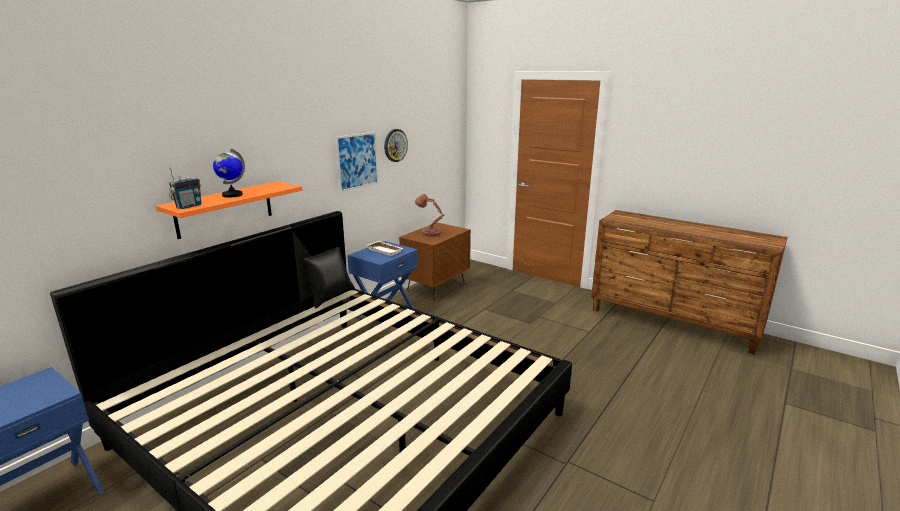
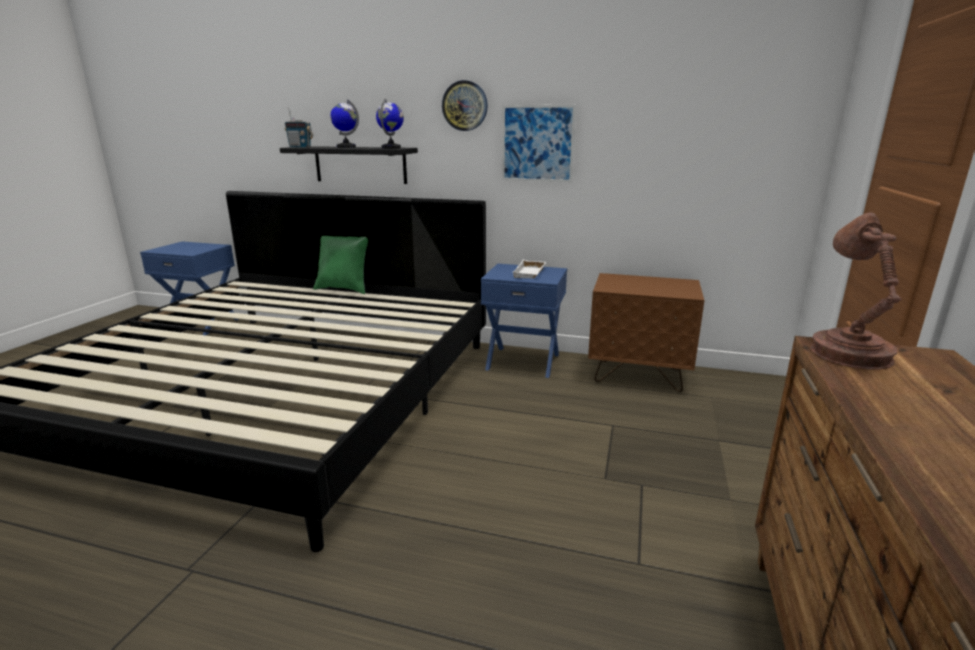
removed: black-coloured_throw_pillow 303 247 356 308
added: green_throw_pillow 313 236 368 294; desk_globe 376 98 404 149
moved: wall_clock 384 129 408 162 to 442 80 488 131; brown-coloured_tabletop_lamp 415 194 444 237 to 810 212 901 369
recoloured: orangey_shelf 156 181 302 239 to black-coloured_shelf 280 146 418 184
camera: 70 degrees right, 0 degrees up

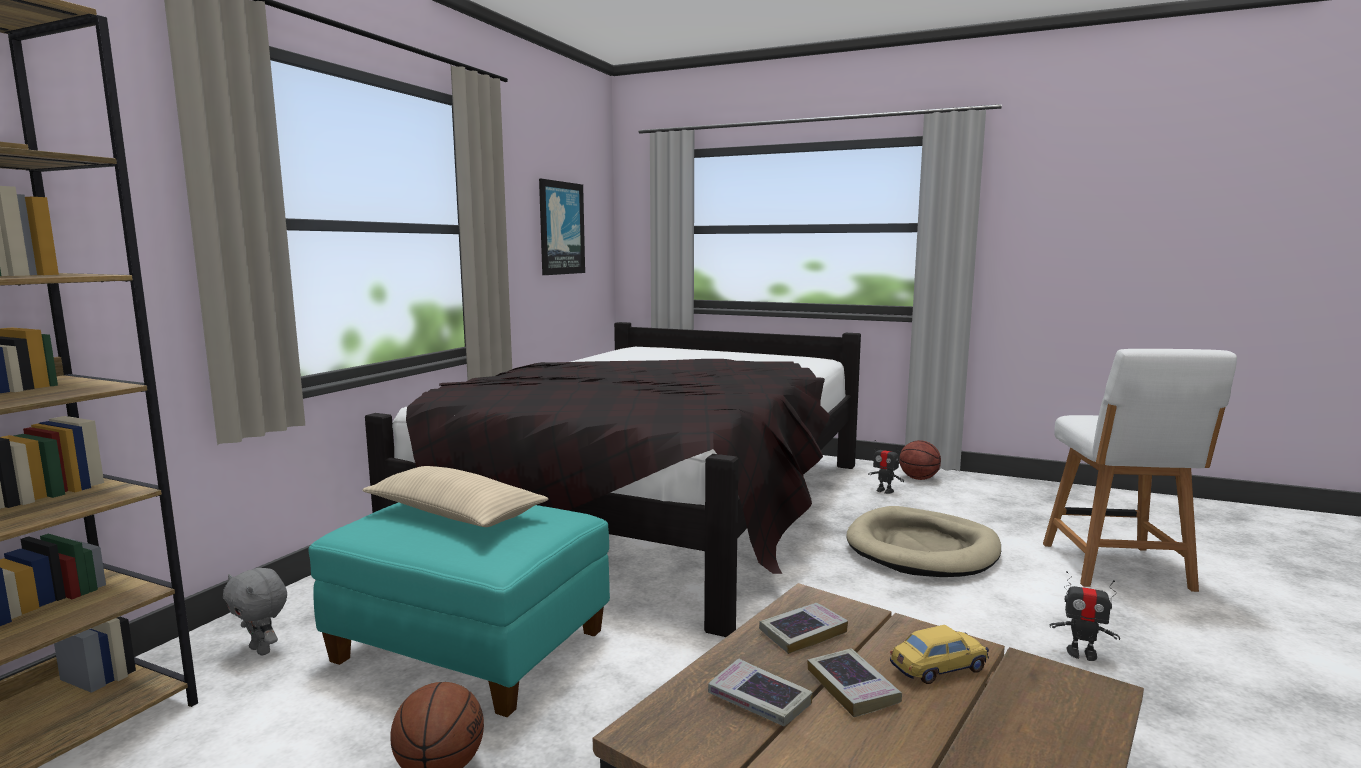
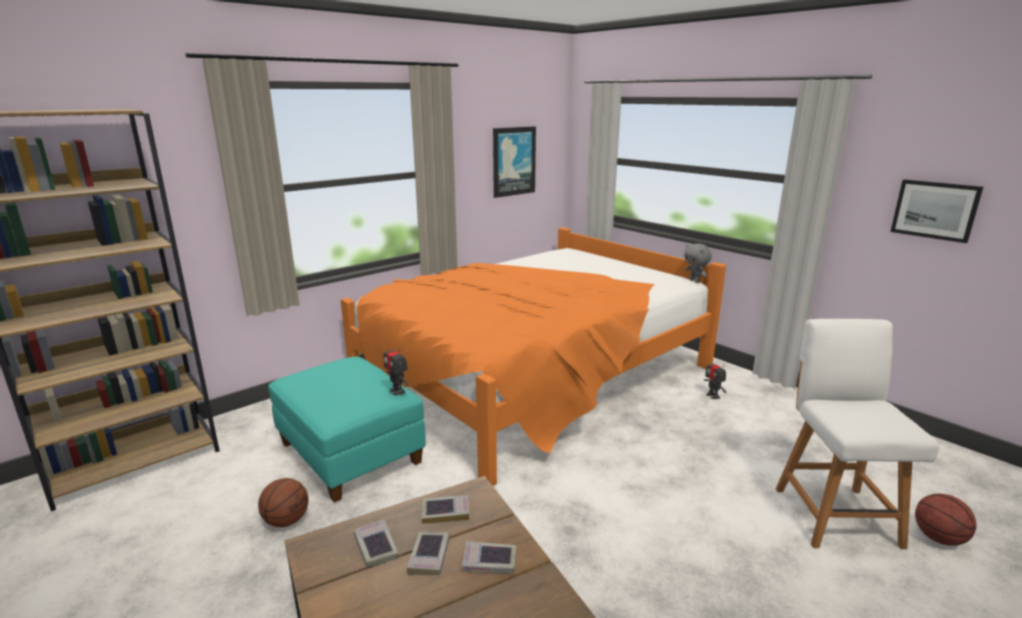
removed: beige_throw_pillow 362 466 549 527; beige_pet_bed 846 506 1001 577
added: wall_art 890 179 983 243
moved: greyish_plush_toy 223 568 287 655 to 684 243 712 283; basketball 899 440 941 480 to 915 494 977 546; model_robot 1050 571 1120 661 to 383 340 408 395
replaced: model_car 890 625 989 684 to volume 462 541 516 573
recoloured: black-coloured_bed 365 322 861 637 to orangey_bed 341 227 726 486
turned: white_chair 1043 349 1237 592 = 776 319 939 549 150 degrees clockwise
camera: 25 degrees right, 10 degrees up

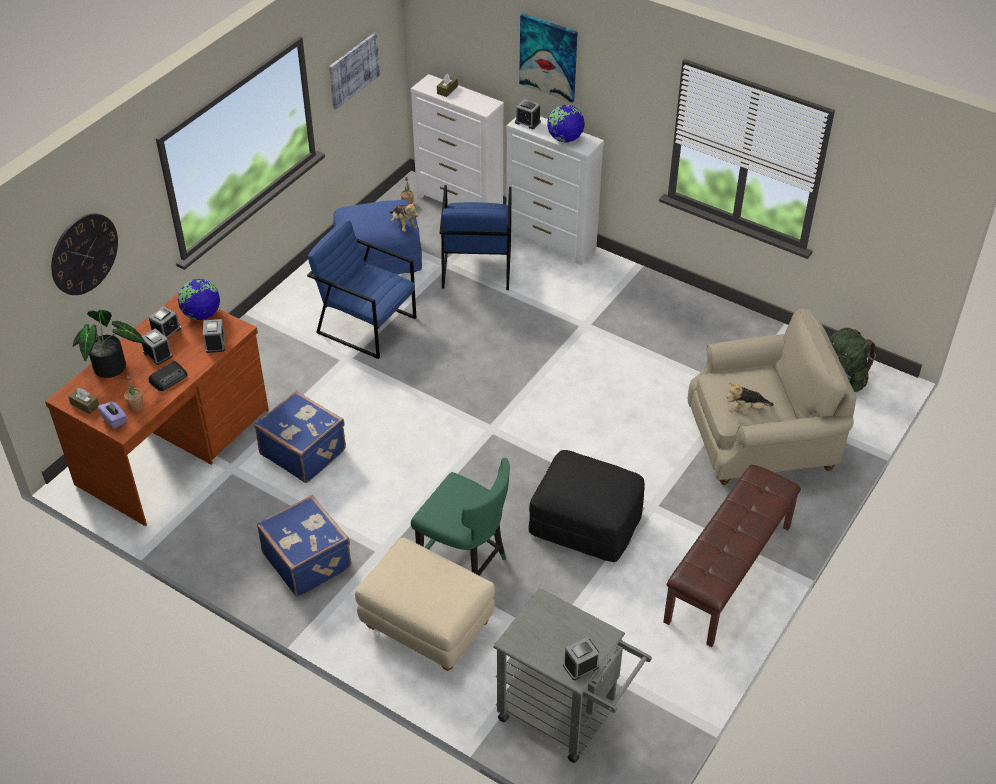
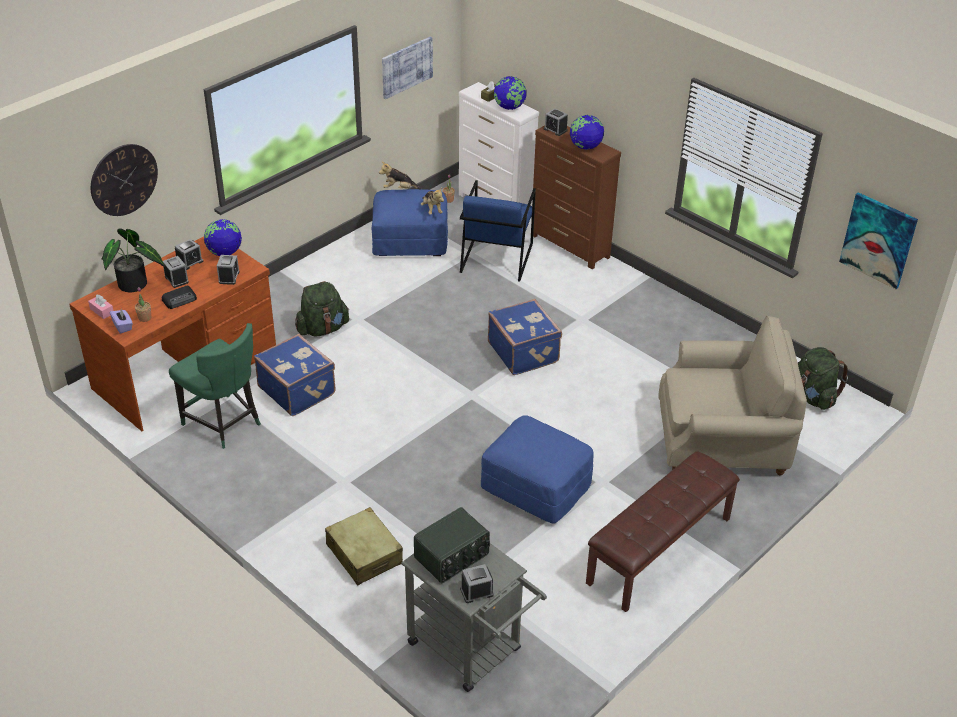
removed: blue_easy_chair 307 221 416 359
added: green_rucksack 295 281 349 337; radio_receiver 414 507 490 583; desk_globe 494 76 527 110
moved: blue_travel_case 257 495 351 597 to 488 299 562 375; green_chair 411 458 510 576 to 169 323 261 449; wall_art 519 13 578 103 to 839 192 918 289; plush_toy 726 382 774 412 to 379 161 422 189
replaced: beige_pouffe 355 537 495 671 to beige_travel_case 325 507 403 585
recoloured: brown-coloured_box_of_tissues 68 388 99 414 to pink-coloured_box_of_tissues 88 295 114 319; white_dresser 506 116 604 265 to brown-coloured_dresser 533 125 621 269; black-coloured_pouffe 528 450 645 562 to blue_pouffe 481 415 594 524
camera: 10 degrees right, 5 degrees down

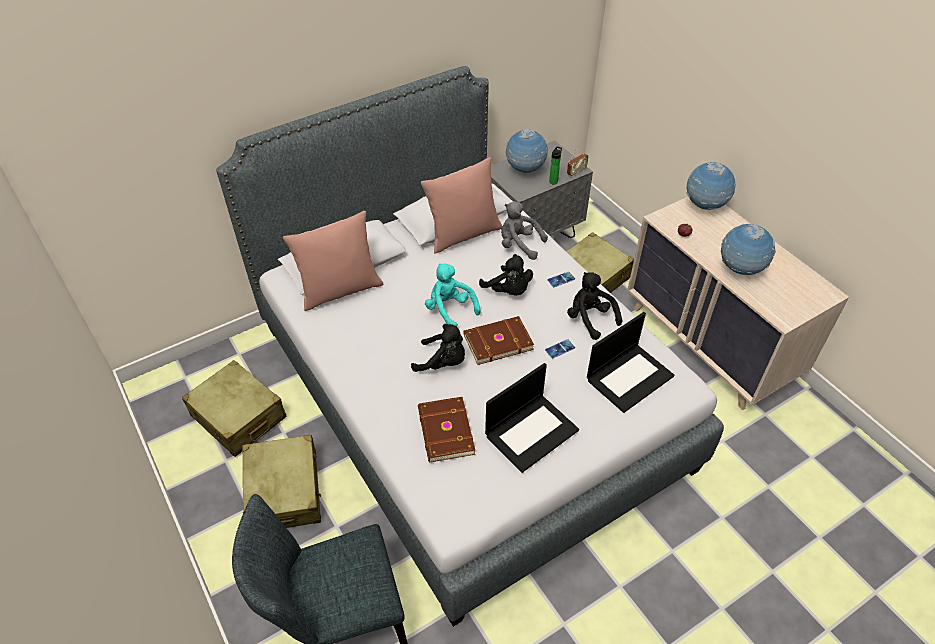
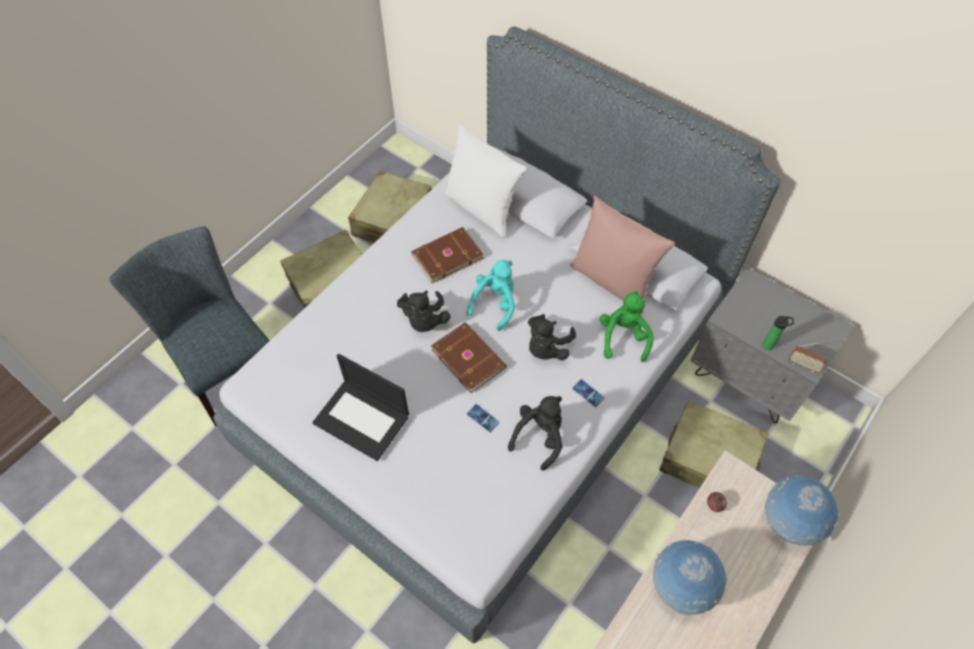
removed: desk_globe 506 129 549 173; laptop 587 312 674 413
moved: brown-coloured_volume 418 397 475 462 to 411 227 484 284
recoloured: pink-coloured_throw_pillow 283 211 384 311 to white_throw_pillow 445 123 527 239; greyish_plush_toy 501 201 548 260 to green_plush_toy 600 291 654 362
camera: 70 degrees right, 10 degrees up

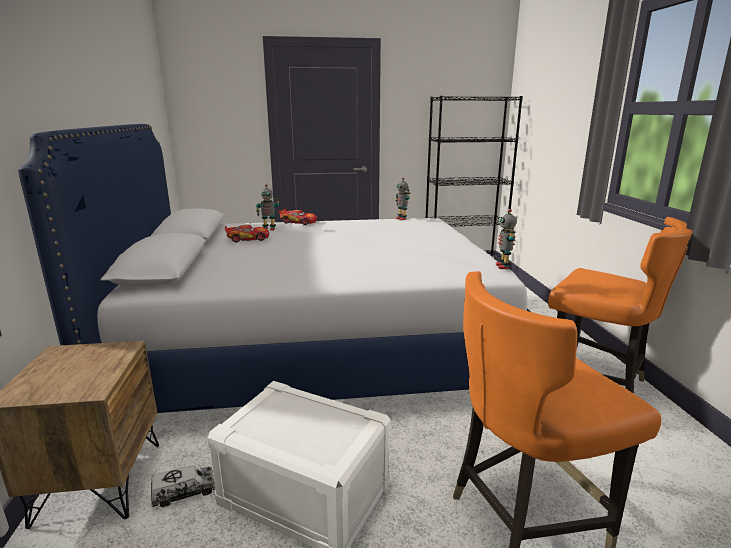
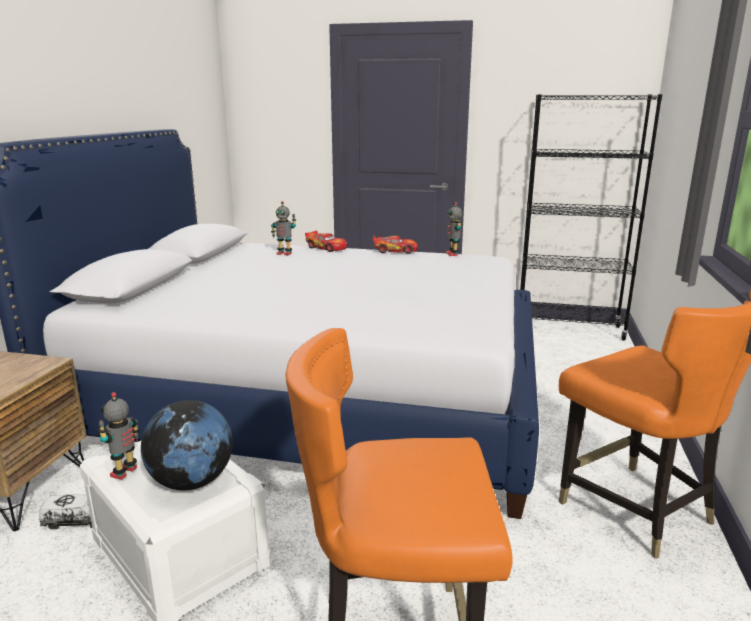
added: desk_globe 141 400 233 490
moved: model_car 225 225 269 242 to 372 235 418 254; model_robot 496 209 517 269 to 98 392 140 480
camera: 20 degrees right, 0 degrees up

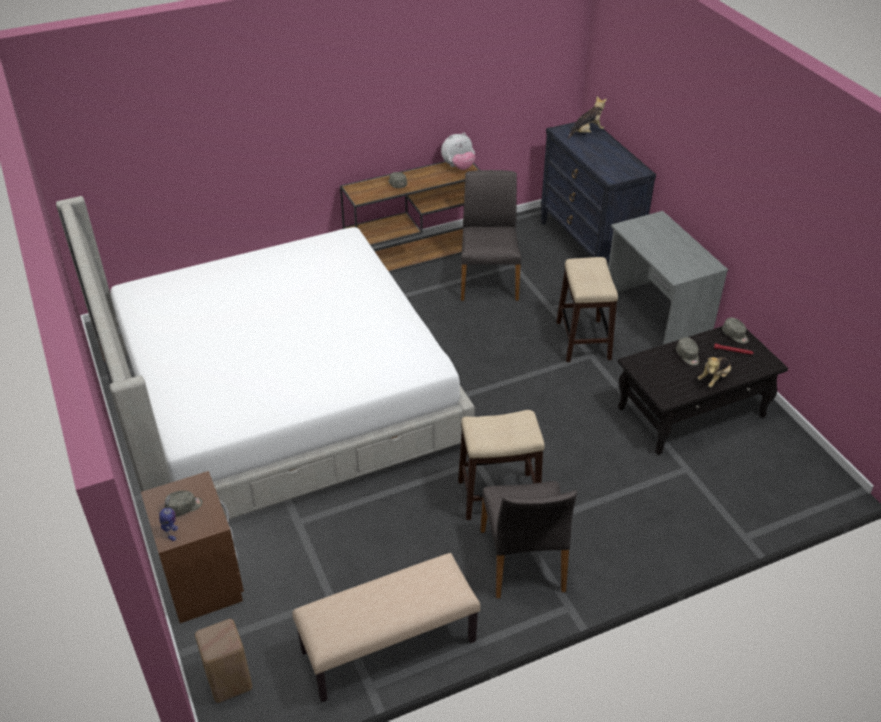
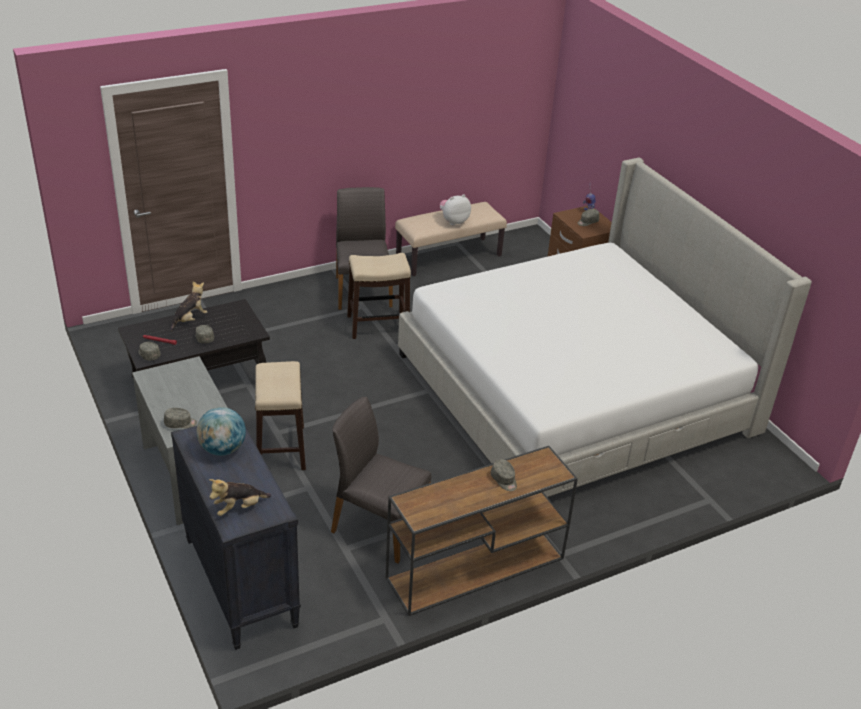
removed: beige_stool 195 619 252 703
added: greyish_peaked_cap 164 408 197 429; desk_globe 197 407 246 456
moved: plush_toy 441 133 475 170 to 440 194 471 226
turned: greyish_chair 461 170 521 301 = 331 397 431 563 120 degrees clockwise
camera: 175 degrees right, 5 degrees down

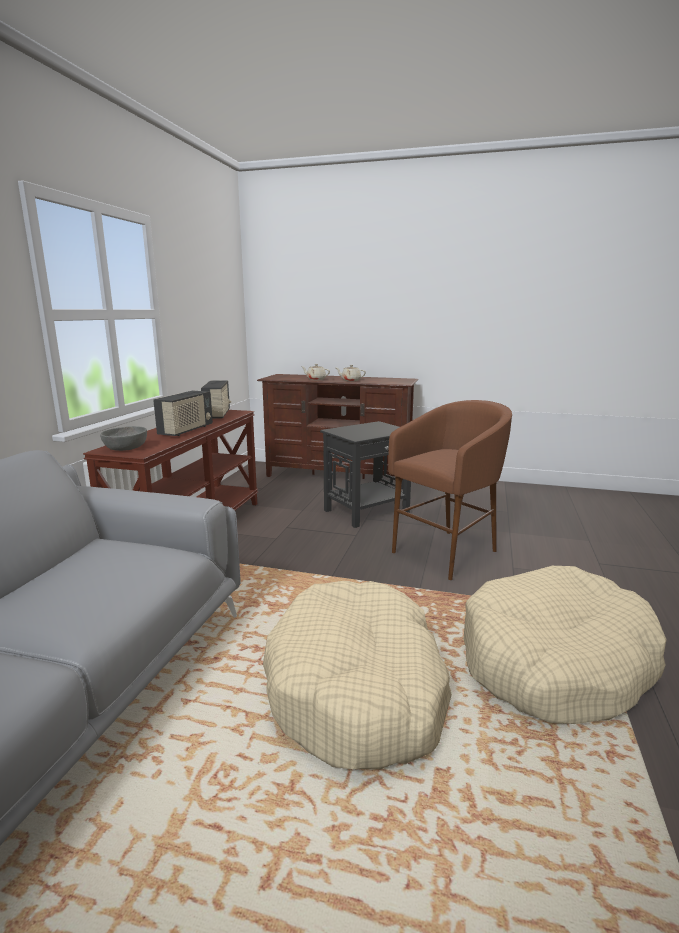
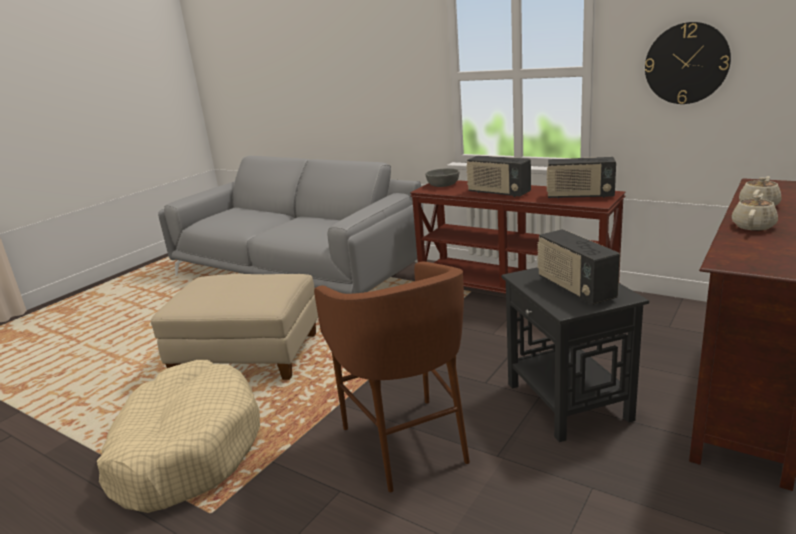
added: radio_receiver 537 229 620 305; wall_clock 645 22 731 104
replaced: beige_pet_bed 263 581 452 769 to beige_pouffe 151 274 318 380
camera: 110 degrees right, 5 degrees up

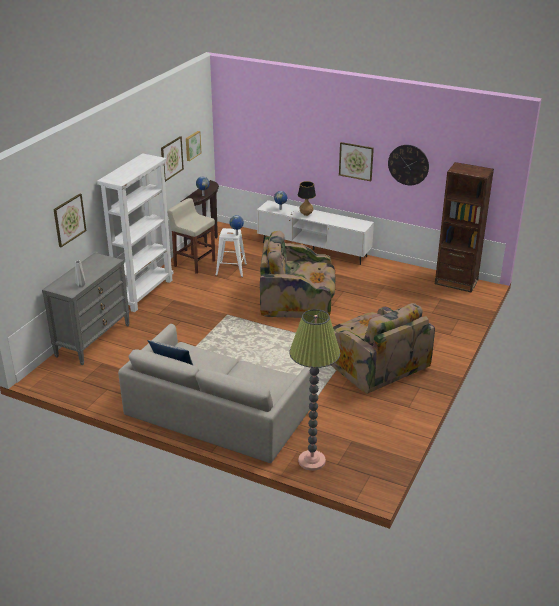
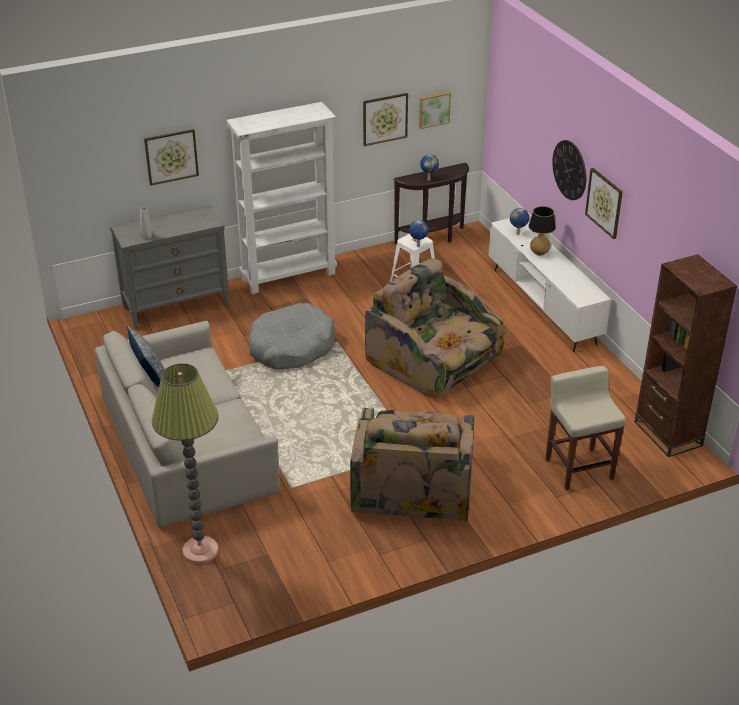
added: greyish_pet_bed 250 303 336 369
moved: beige_stool 167 198 215 274 to 545 366 626 490; wall_clock 388 145 429 185 to 552 140 586 200
camera: 40 degrees right, 5 degrees up

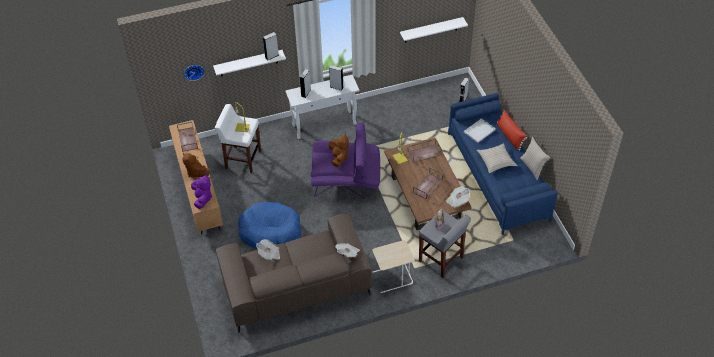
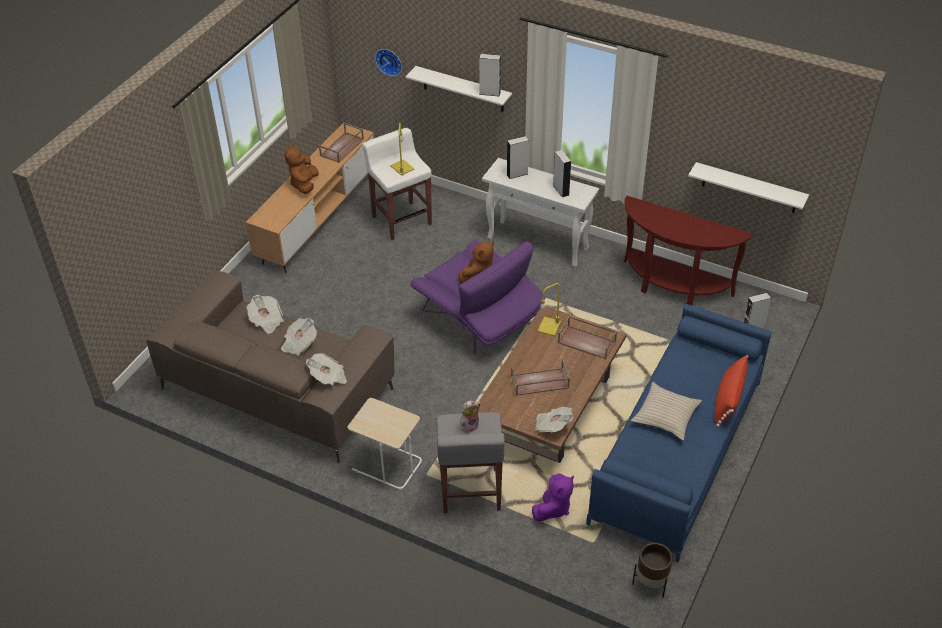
removed: blue_pet_bed 238 202 301 250; white_tray 464 118 496 143; beige_throw_pillow 520 136 551 180
added: daily_paper 281 318 317 356; brown-coloured_narrow_table 624 196 753 306; brown-coloured_plant_pot 632 542 673 598
moved: purplish_plush_toy 191 174 212 209 to 532 473 574 521
camera: 45 degrees right, 5 degrees down

